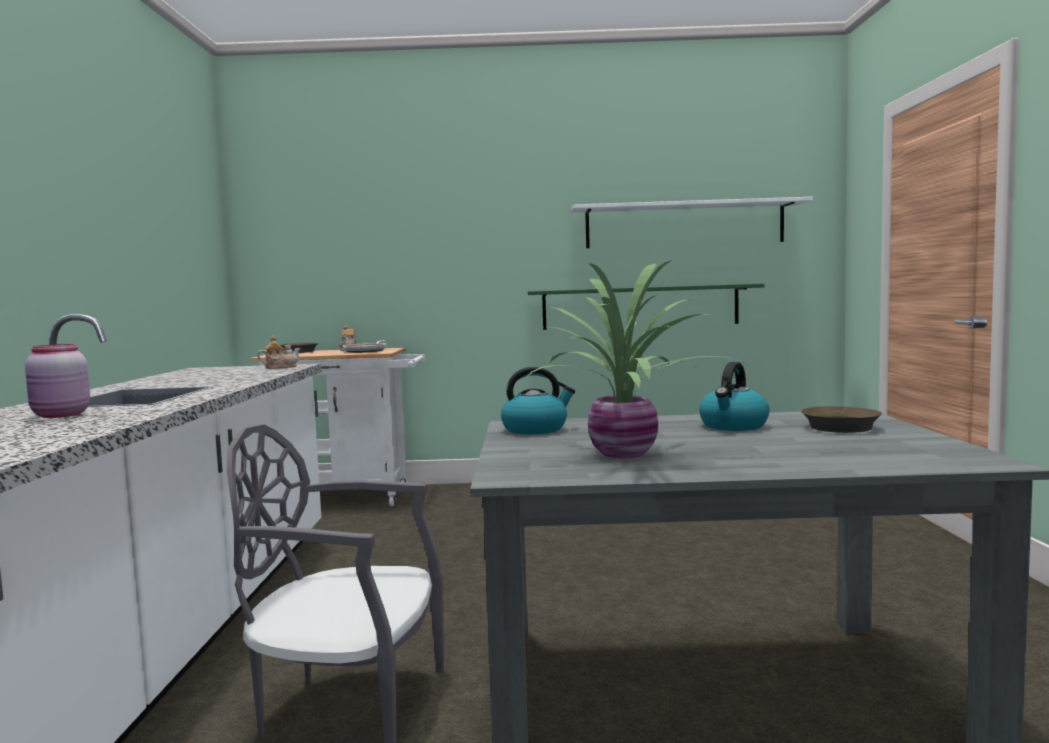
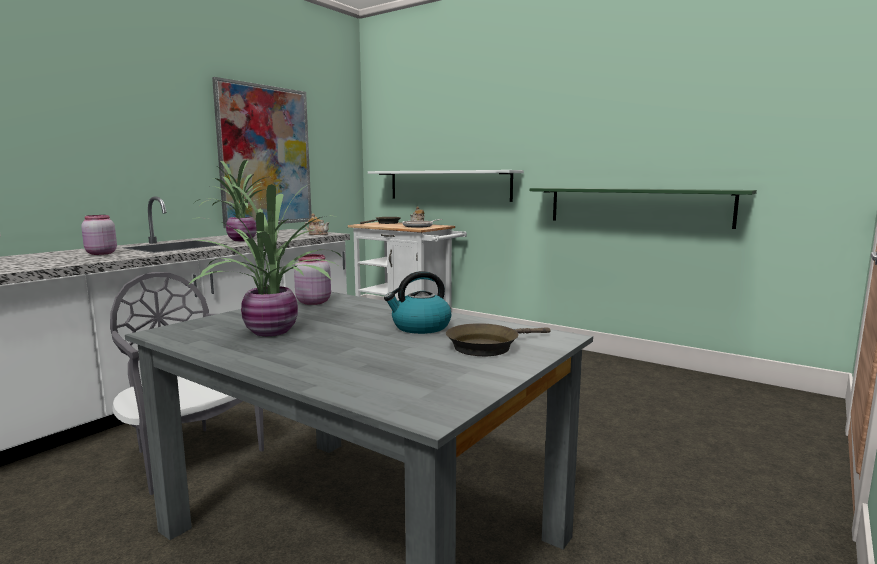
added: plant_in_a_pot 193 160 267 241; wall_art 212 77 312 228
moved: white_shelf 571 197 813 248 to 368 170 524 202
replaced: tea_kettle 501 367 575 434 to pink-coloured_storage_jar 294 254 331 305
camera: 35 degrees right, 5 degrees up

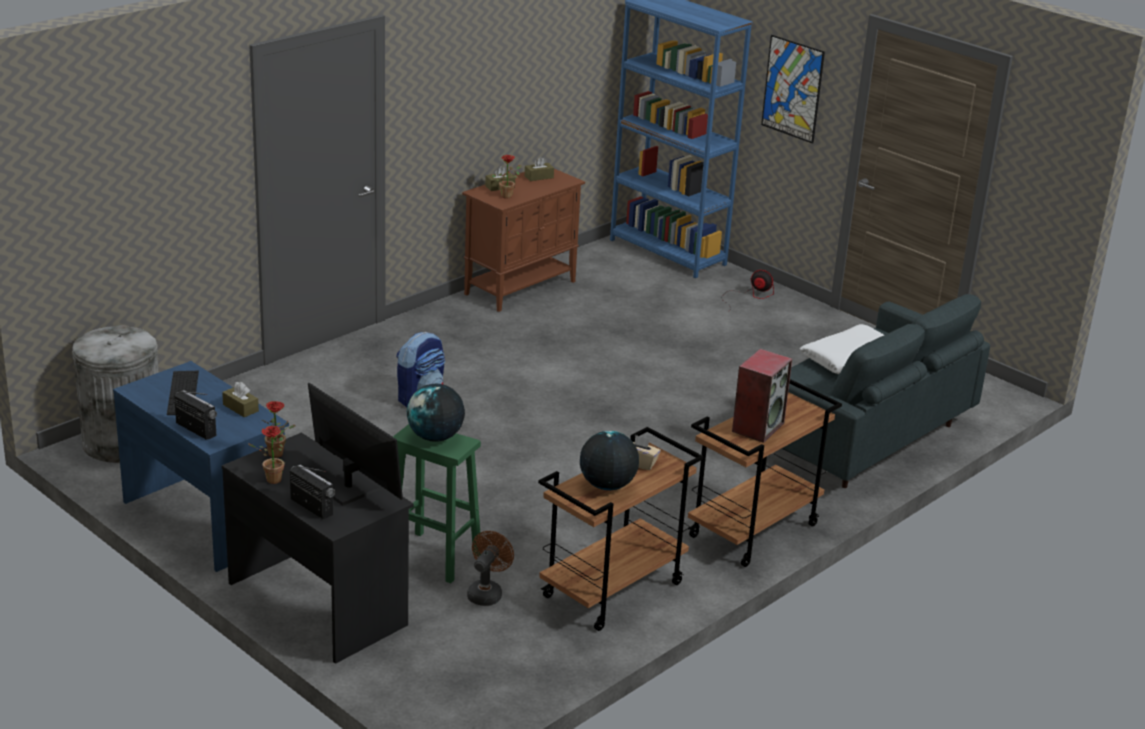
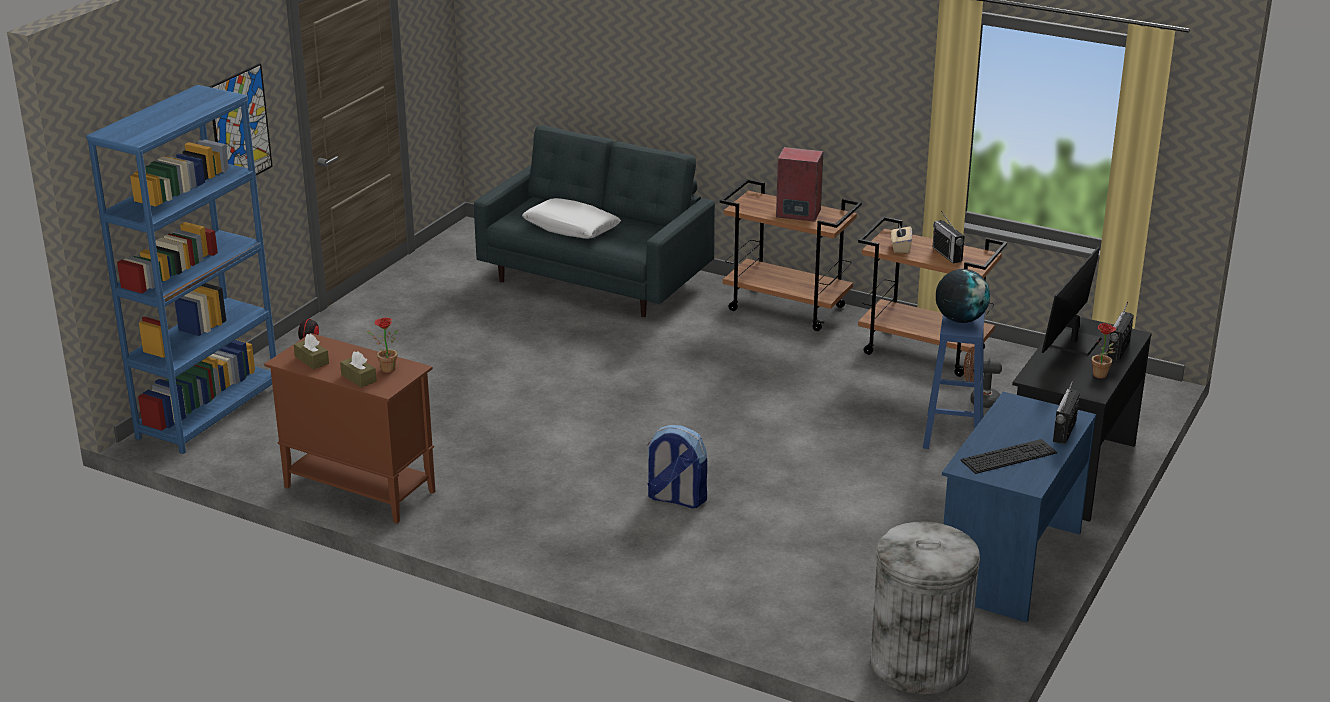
removed: brown-coloured_box_of_tissues 222 382 259 417; plant_in_a_pot 262 401 296 458
replaced: desk_globe 580 431 639 490 to radio_receiver 932 211 965 263
recoloured: green_stool 393 424 481 583 to blue_stool 923 312 985 449
camera: 105 degrees left, 0 degrees up

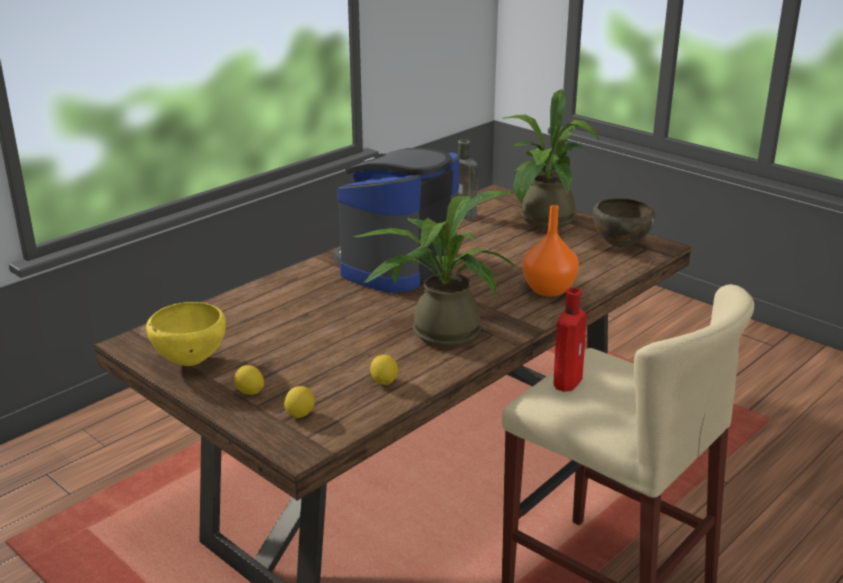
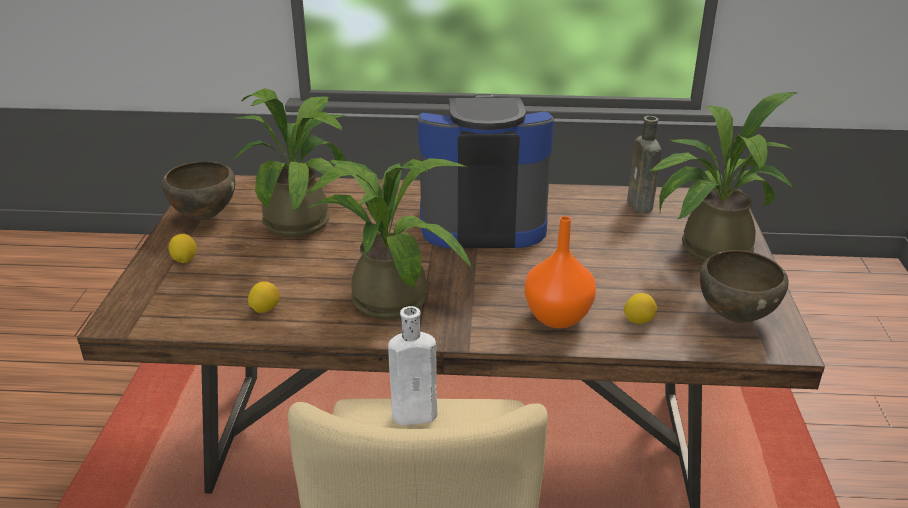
added: plant_in_a_pot 232 88 345 237
moved: lemon 284 386 315 418 to 624 293 657 324
recoloured: yellow-coloured_bowl 146 302 226 366 to brown-coloured_bowl 162 161 235 220; red-coloured_bottle 554 288 587 392 to white_bottle 388 306 437 425
camera: 50 degrees right, 5 degrees up

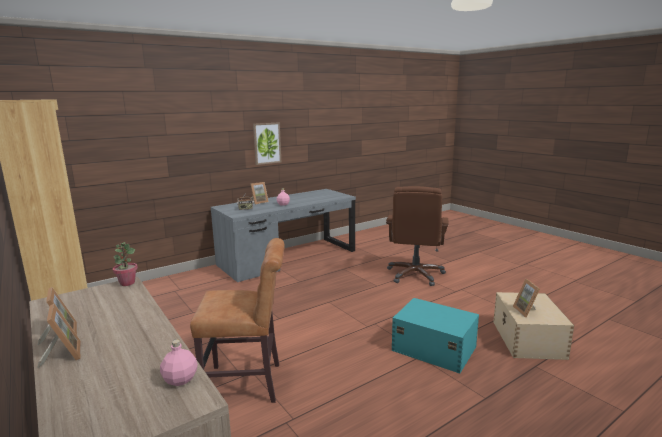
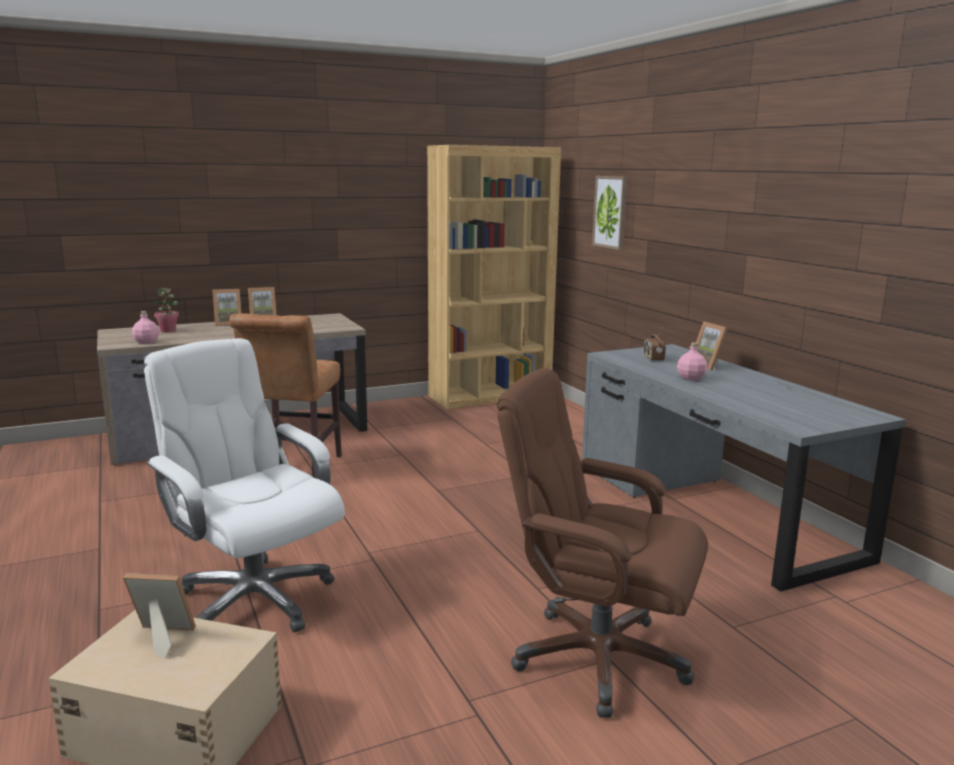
moved: plant_in_a_pot 113 242 138 286 to 154 288 179 333; wall_art 253 122 281 165 to 592 176 627 250
replaced: turquoise-coloured_storage_container 392 298 479 374 to white_office_chair 144 338 345 632
camera: 100 degrees right, 0 degrees up

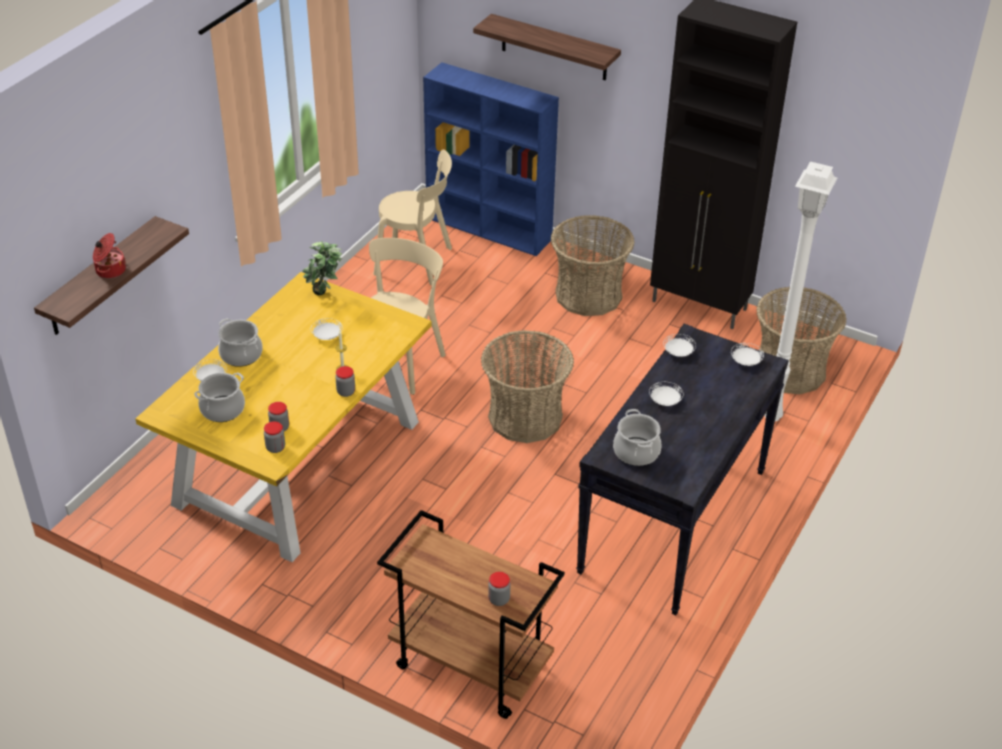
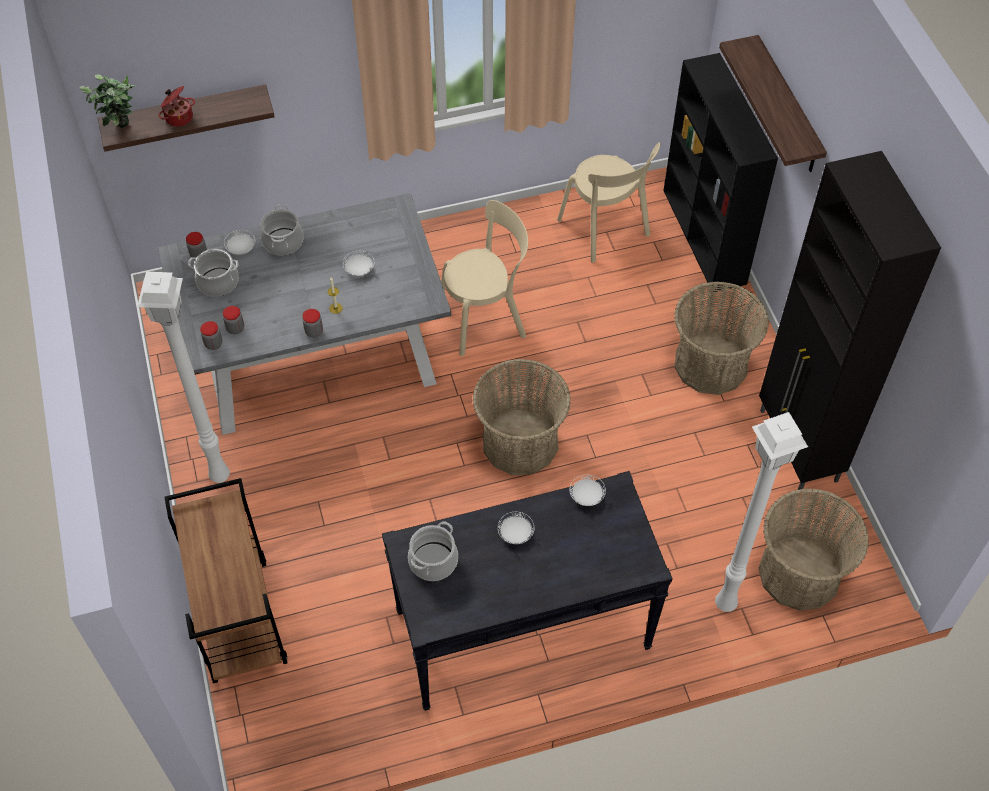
removed: white_dinner_plate 731 343 764 366
added: white_standing_lamp 137 272 230 483
moved: plant_in_a_pot 302 242 343 295 to 79 75 136 128; storage_jar 488 572 510 606 to 186 232 207 257
recoloured: yellow-coloured_dining_table 135 272 432 562 to greyish_dining_table 158 193 451 435; blue_shelving_unit 423 62 559 256 to black-coloured_shelving_unit 663 53 778 292
camera: 45 degrees right, 15 degrees up

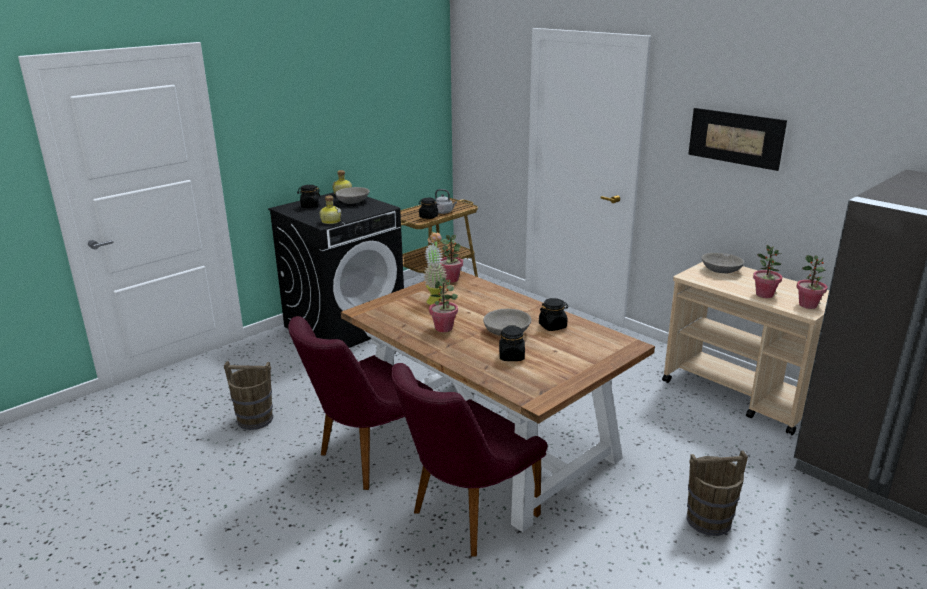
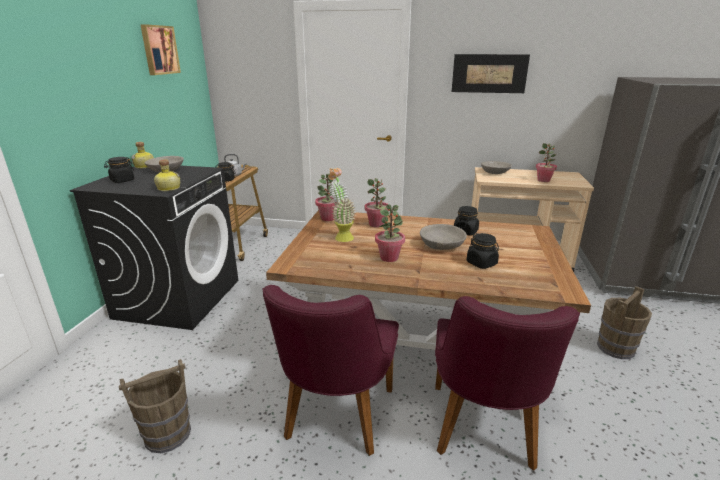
added: wall_art 140 24 181 75
moved: plant_in_a_pot 796 255 827 309 to 364 178 388 228
camera: 35 degrees left, 0 degrees up

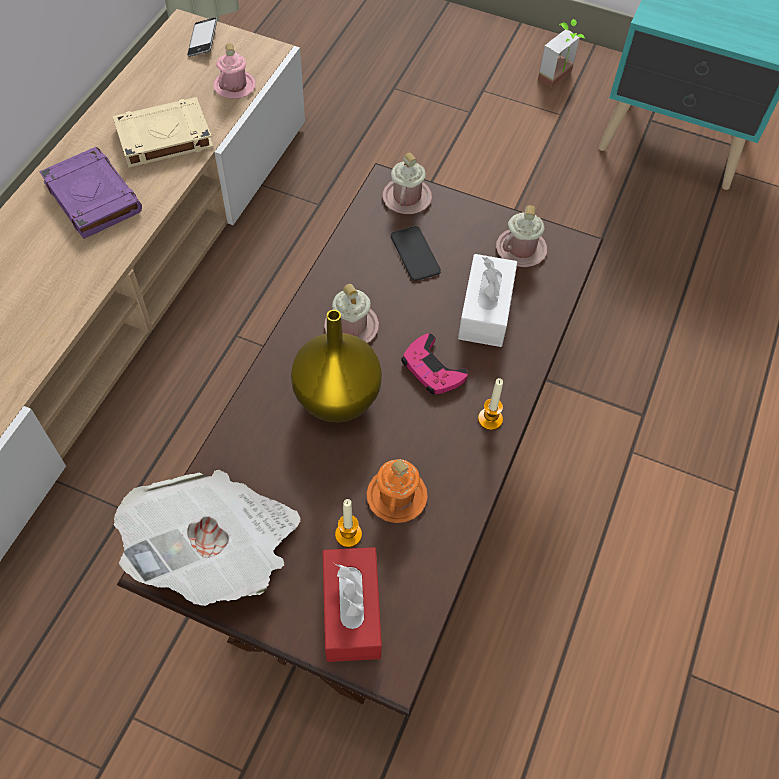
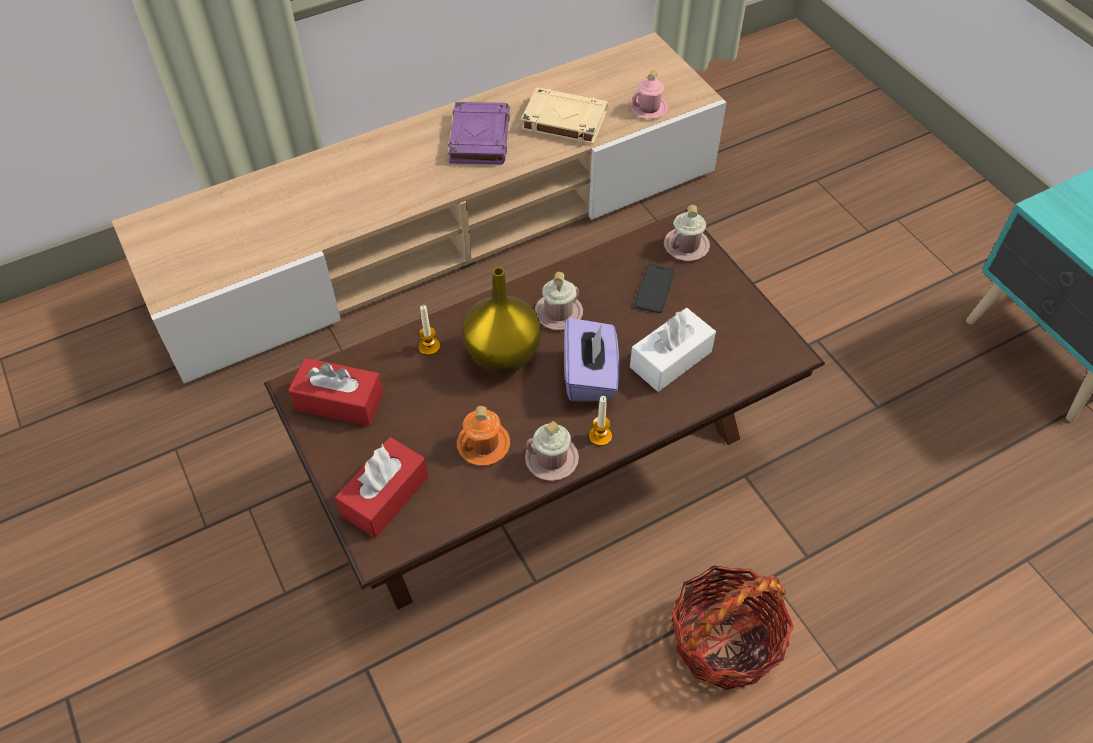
removed: telephone 187 17 217 57; plant_in_a_pot 538 19 585 88
added: household_basket 671 565 794 690
moved: wax_candle 335 499 362 547 to 418 305 440 355; pink-coloured_coffee_mug 496 205 547 267 to 525 421 579 481
replaced: daily_paper 114 470 301 606 to red-coloured_box_of_tissues 288 358 384 426; pink-coloured_gamepad 401 333 468 394 to purplish_box_of_tissues 564 318 619 401
camera: 40 degrees right, 5 degrees down

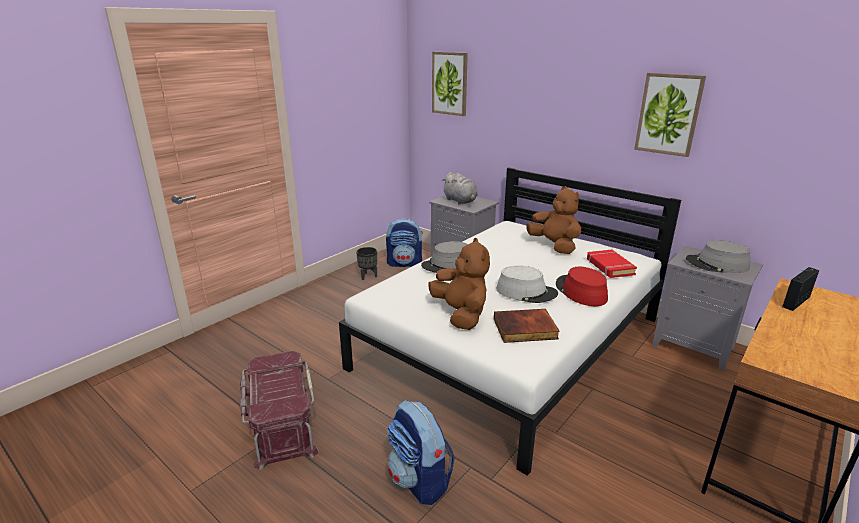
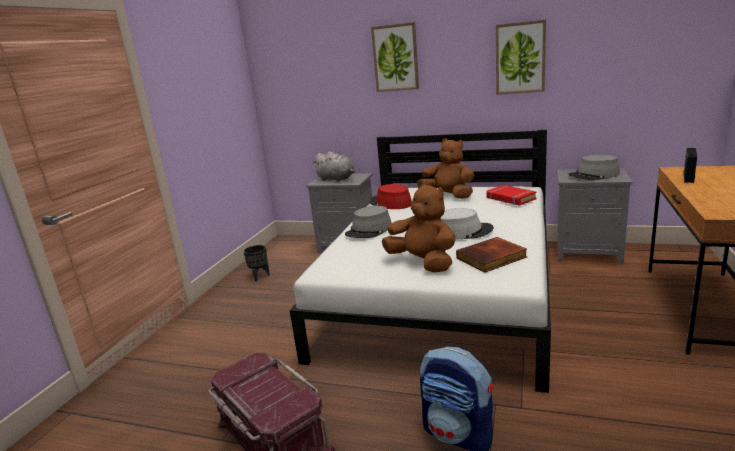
removed: rucksack 386 218 423 267
moved: wall_art 432 52 468 116 to 371 22 419 92; red-coloured_wearable_hat 556 267 608 306 to 370 184 412 209
camera: 20 degrees left, 5 degrees down

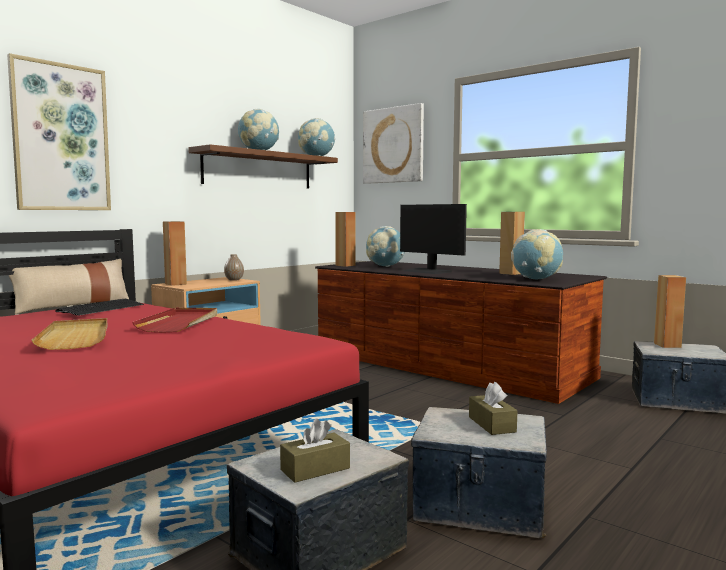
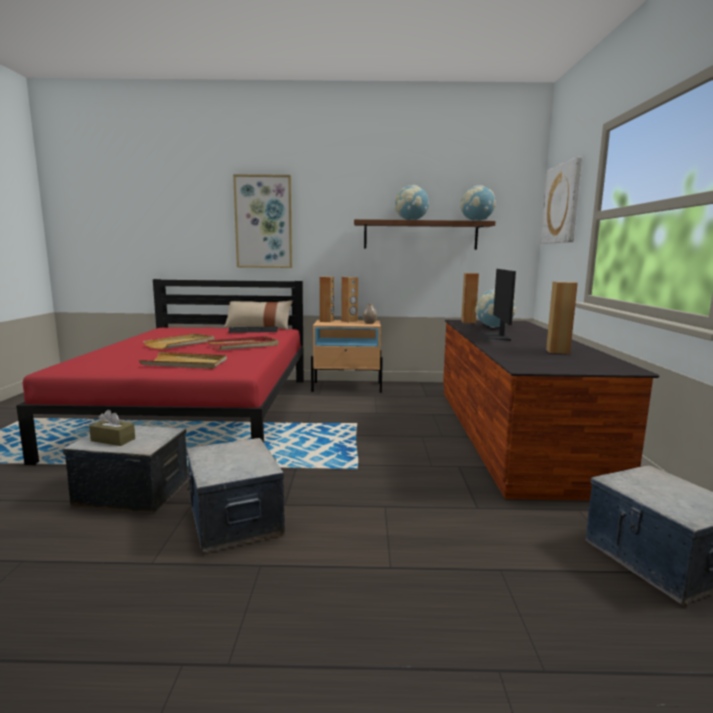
removed: brown-coloured_box_of_tissues 469 382 517 435; desk_globe 511 229 563 279
added: beige_tray 139 352 227 369
moved: brown-coloured_loudspeaker 654 275 686 348 to 341 277 358 322
camera: 50 degrees right, 5 degrees up

